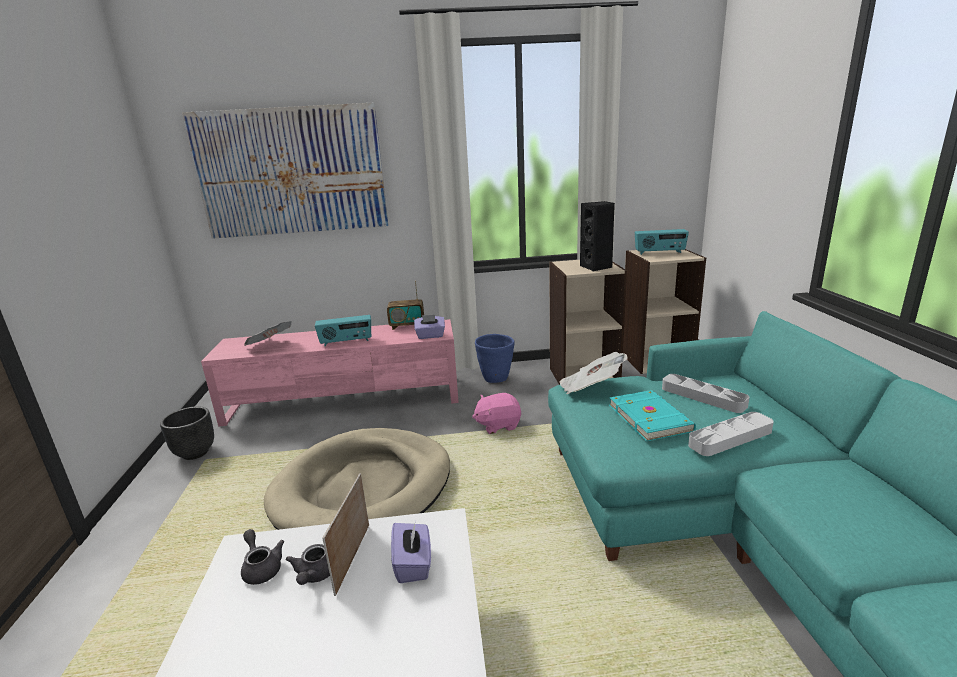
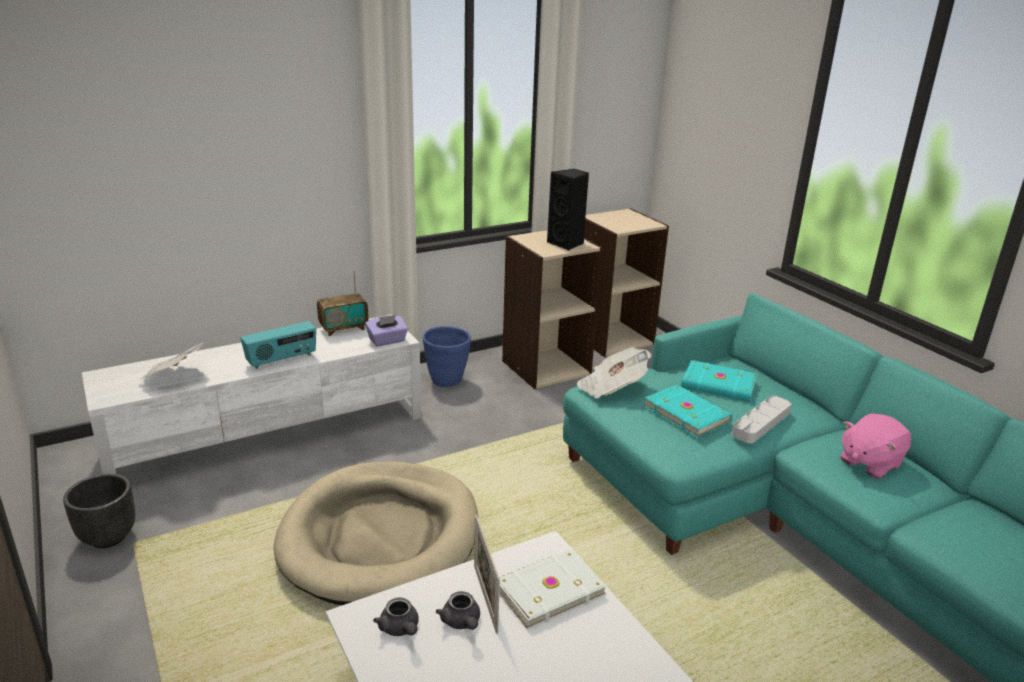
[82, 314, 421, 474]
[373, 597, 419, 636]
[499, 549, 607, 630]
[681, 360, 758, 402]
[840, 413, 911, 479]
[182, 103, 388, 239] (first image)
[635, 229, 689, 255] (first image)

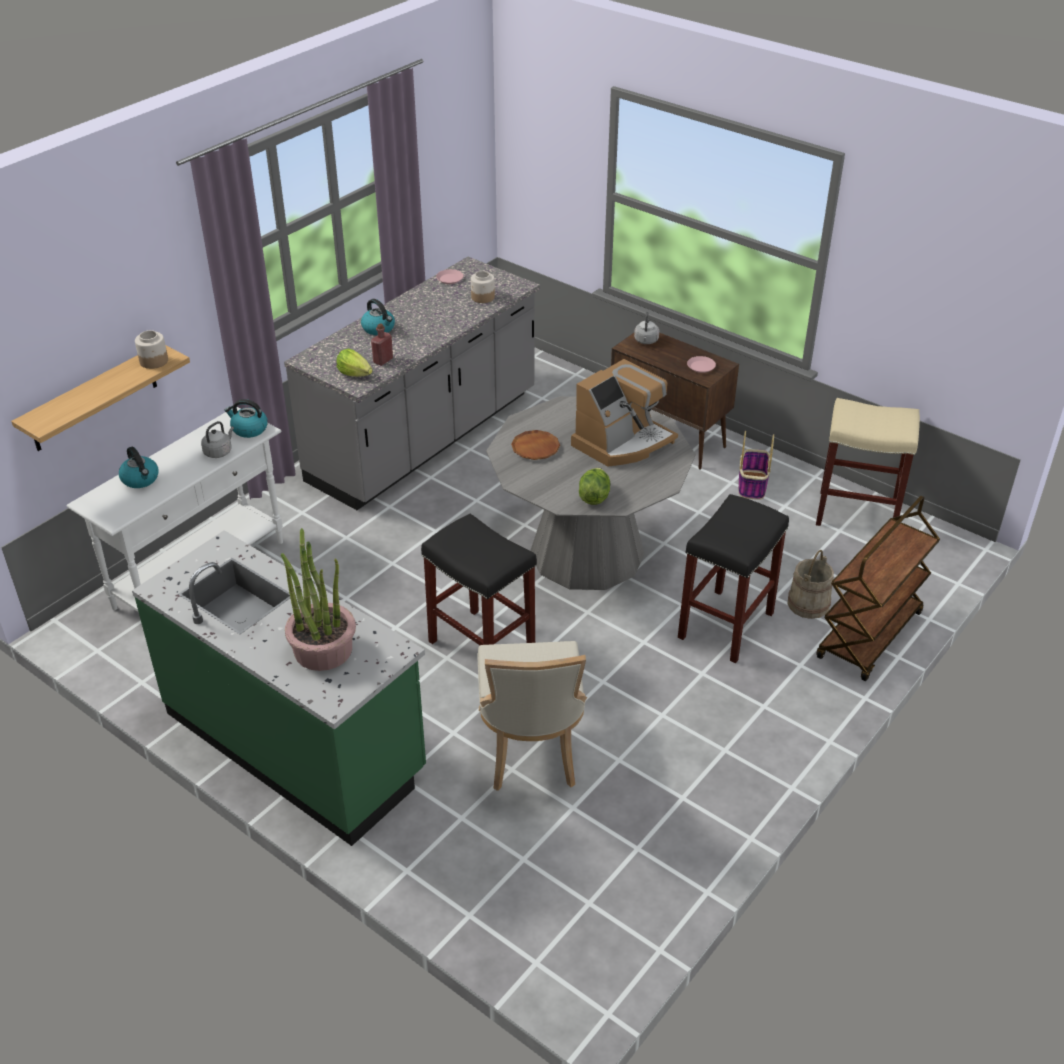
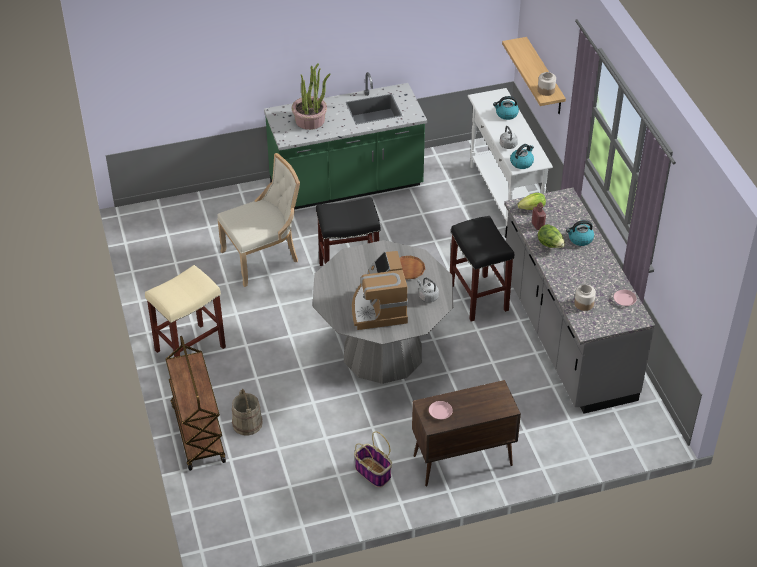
[145, 265, 226, 357]
[217, 153, 300, 287]
[417, 278, 439, 302]
[450, 216, 514, 321]
[537, 224, 565, 248]

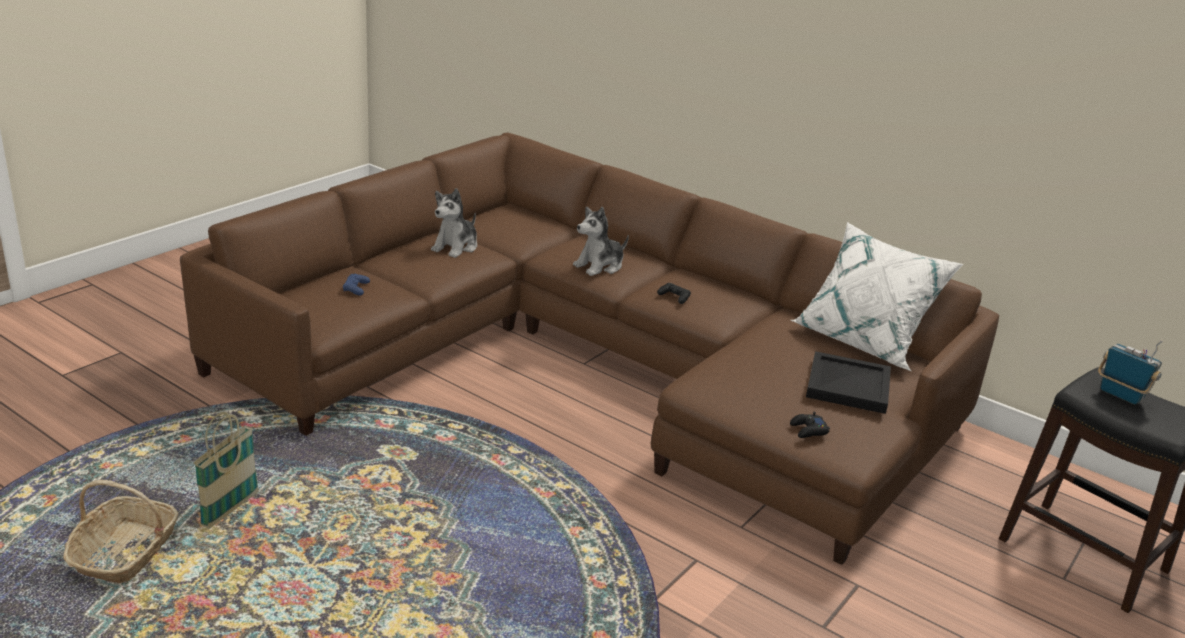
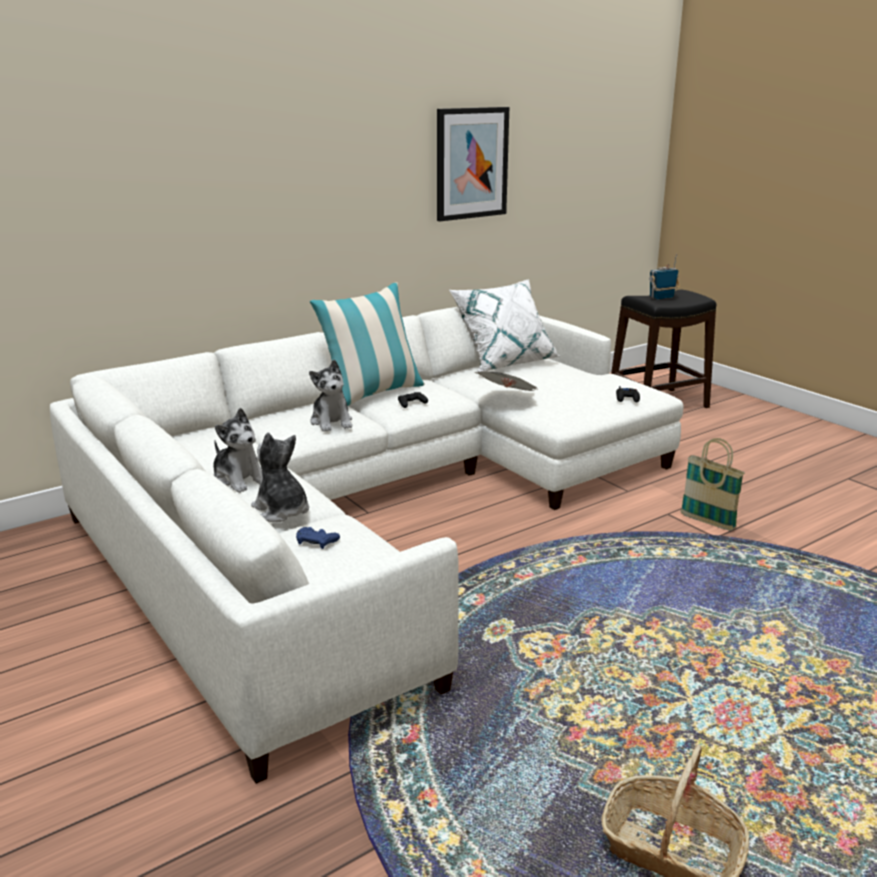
[50, 298, 684, 784]
[251, 433, 309, 522]
[310, 282, 425, 406]
[437, 107, 509, 221]
[474, 372, 537, 391]
[680, 438, 745, 531]
[806, 351, 891, 414] (first image)

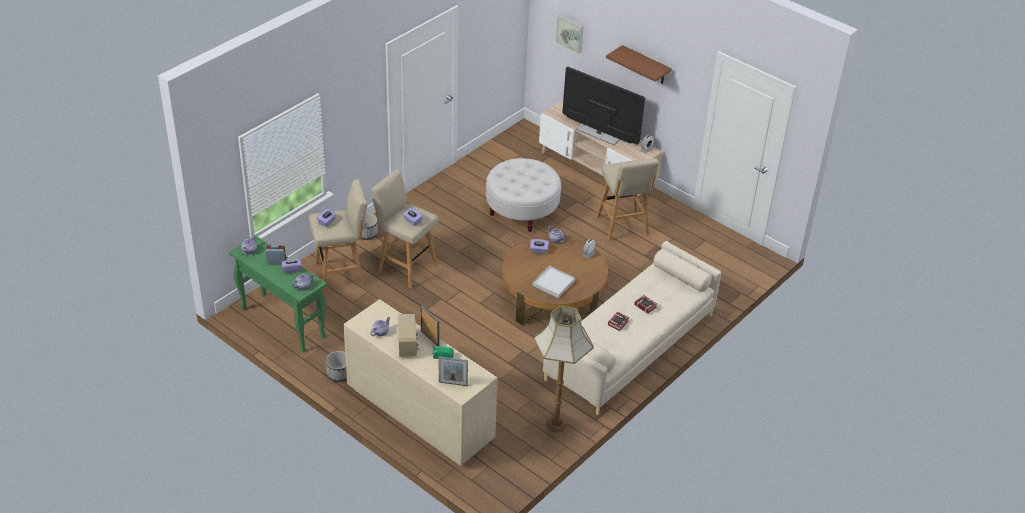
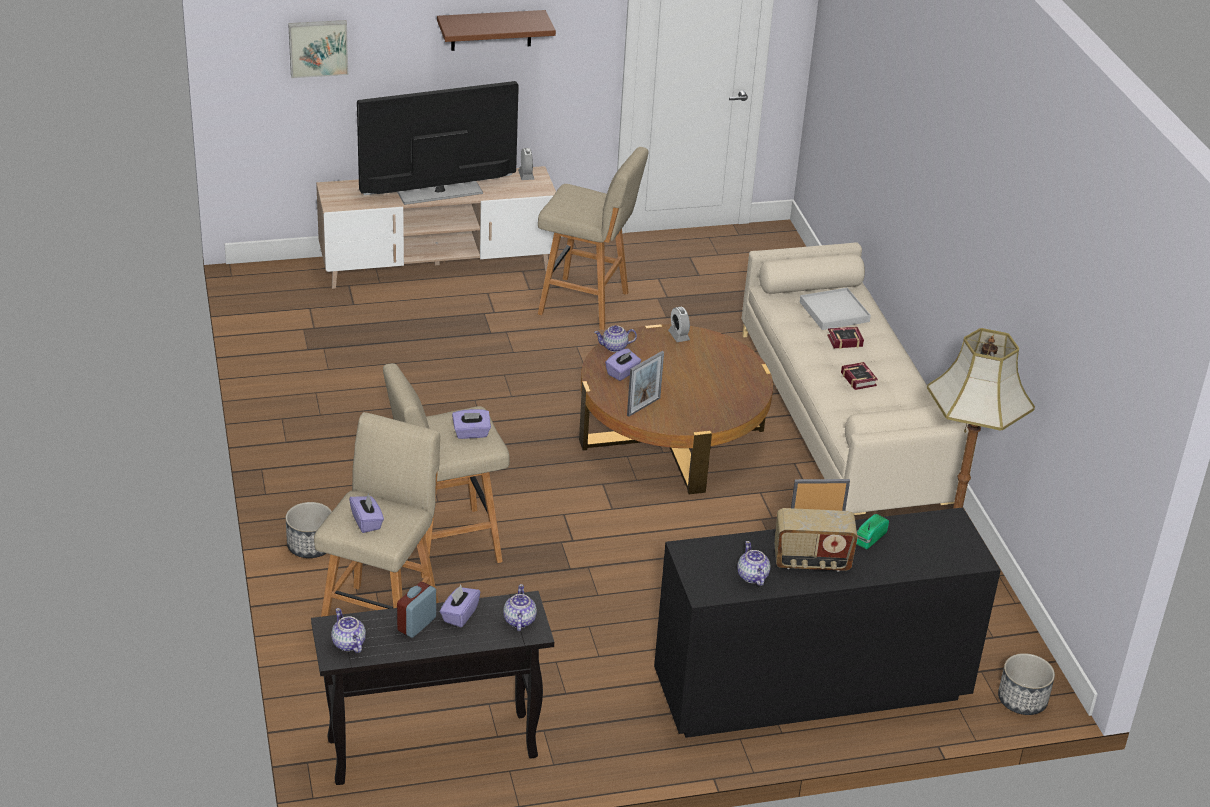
[311, 591, 554, 785]
[627, 351, 664, 417]
[654, 507, 1001, 738]
[774, 508, 858, 572]
[800, 288, 871, 330]
[998, 653, 1055, 715]
[486, 158, 561, 232] (first image)

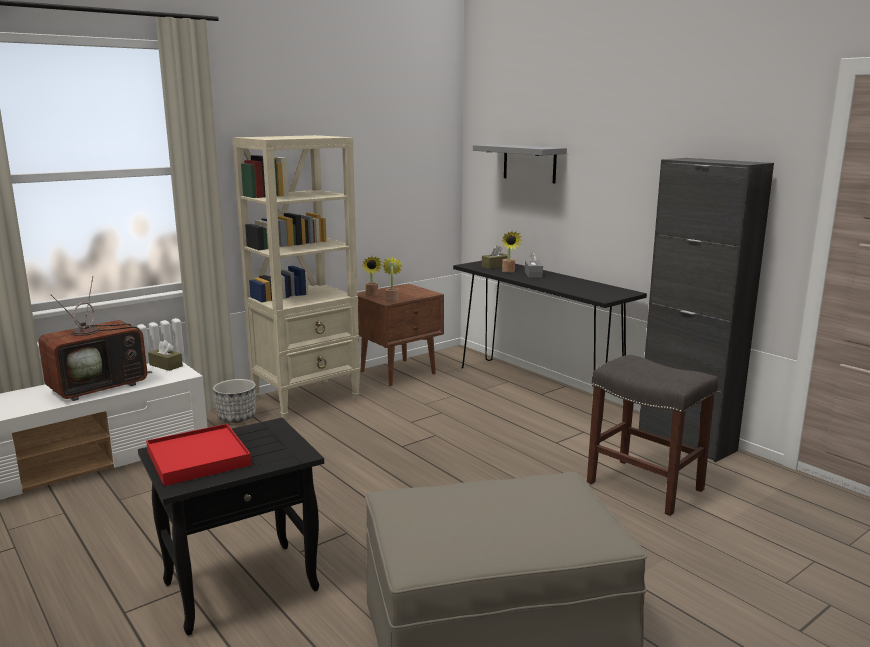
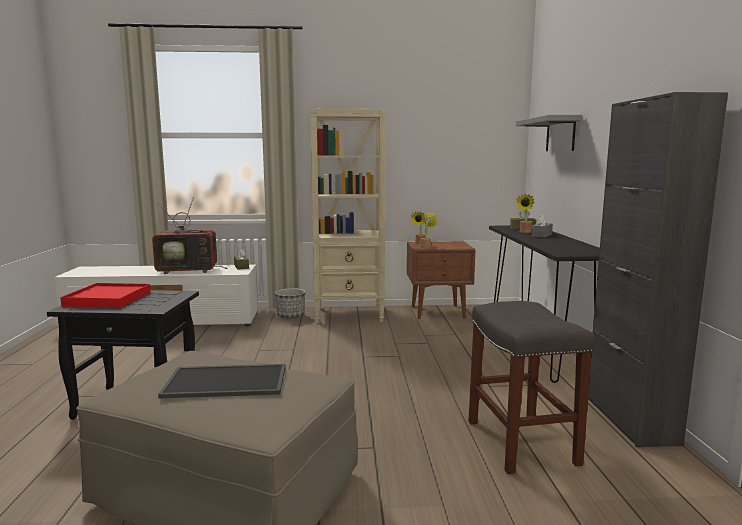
[158, 364, 286, 399]

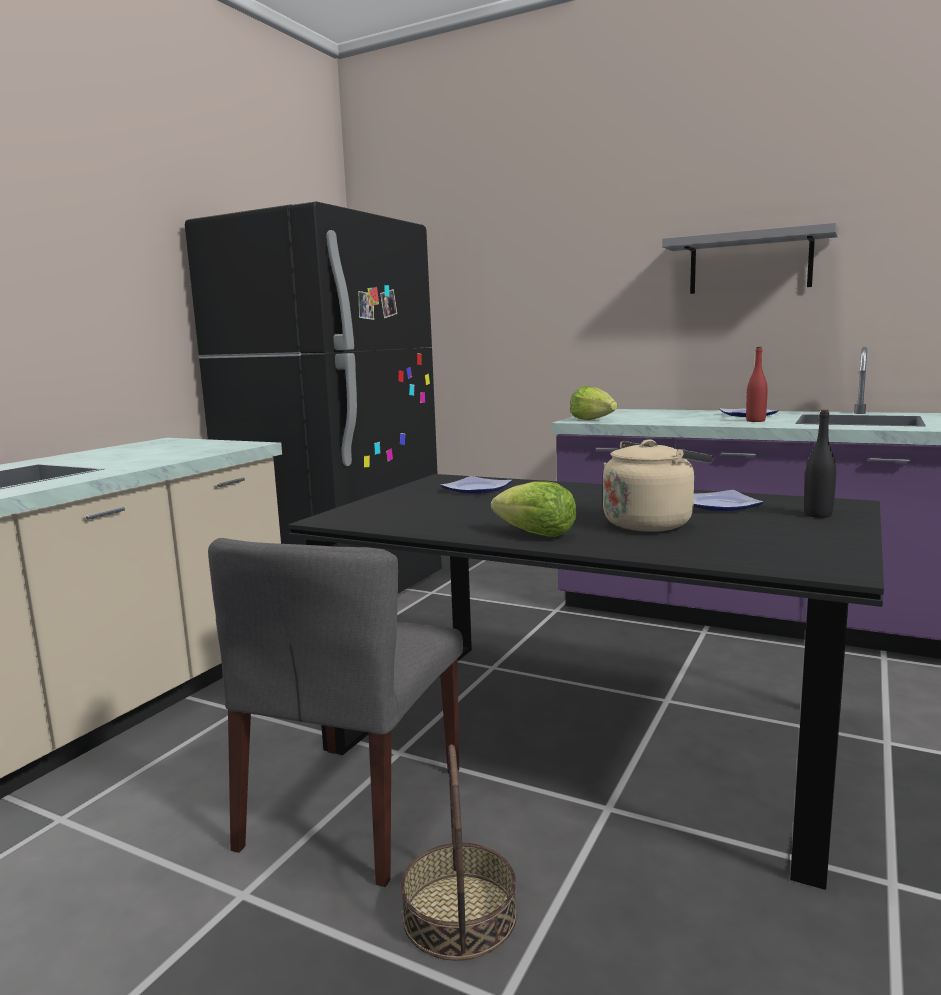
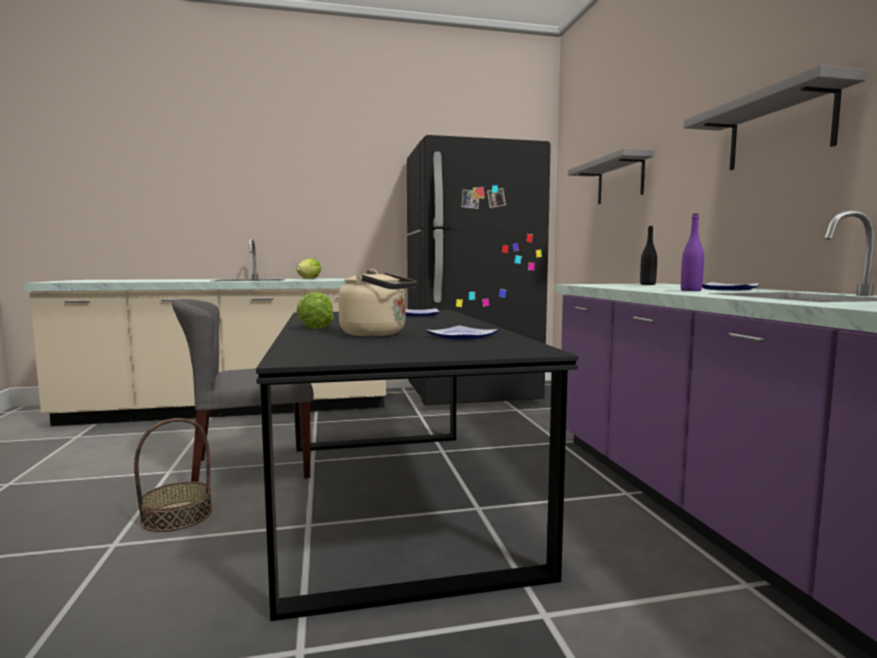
[296, 258, 321, 279]
[568, 148, 654, 204]
[640, 226, 657, 285]
[681, 213, 704, 291]

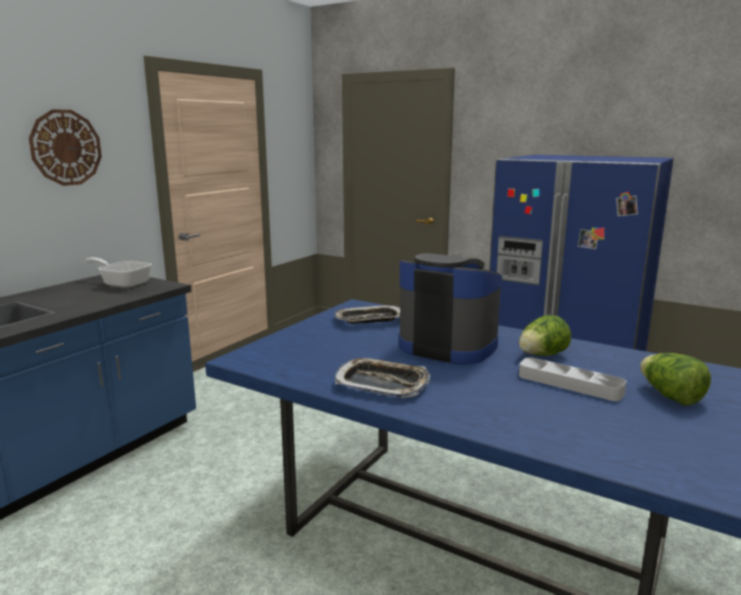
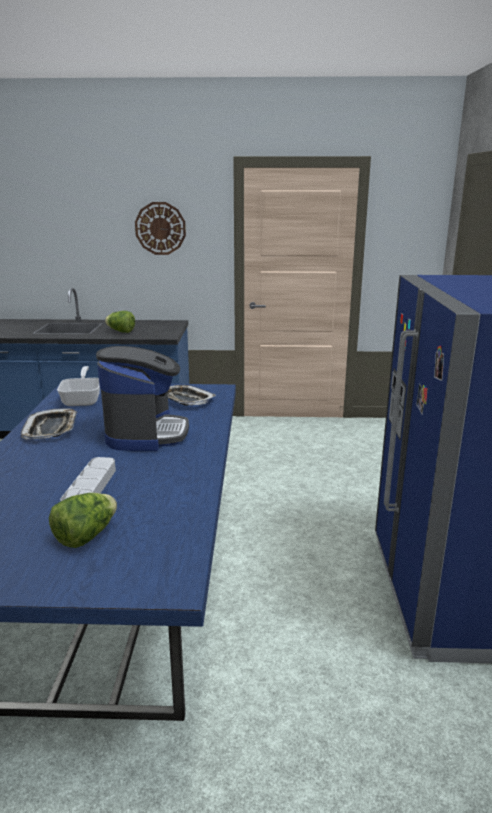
[57, 366, 100, 406]
[105, 311, 135, 333]

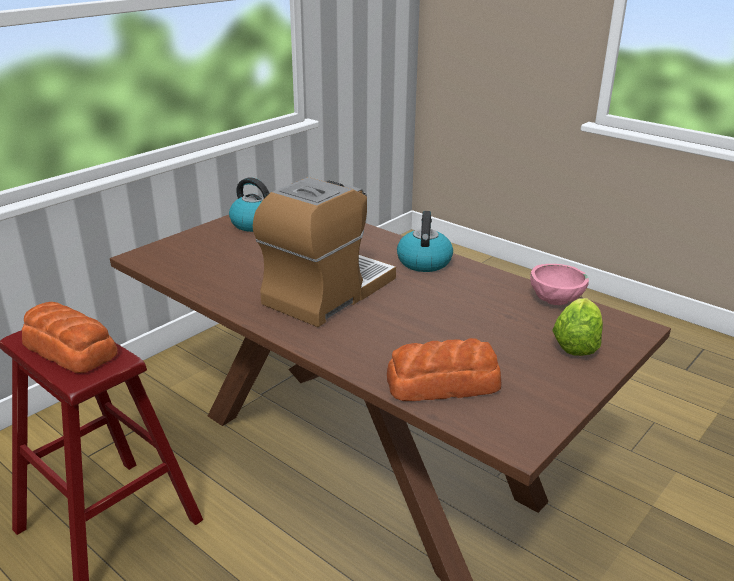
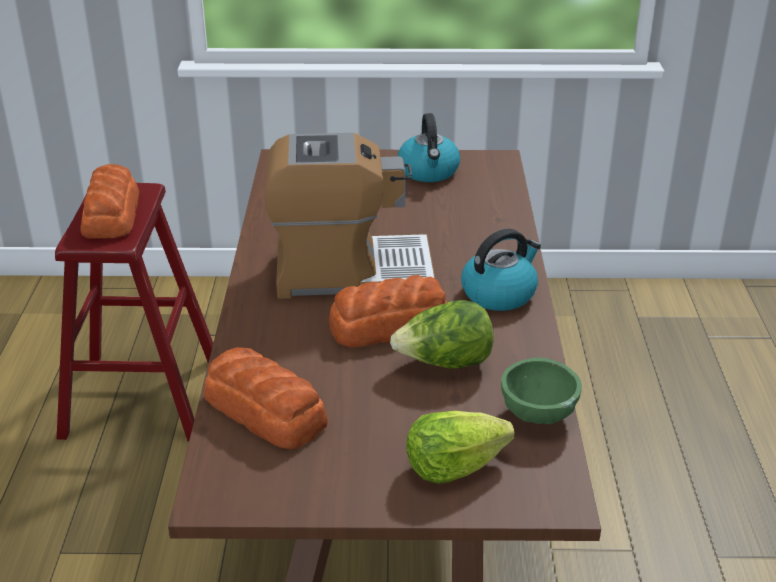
[329, 275, 447, 348]
[390, 300, 494, 369]
[501, 357, 582, 424]

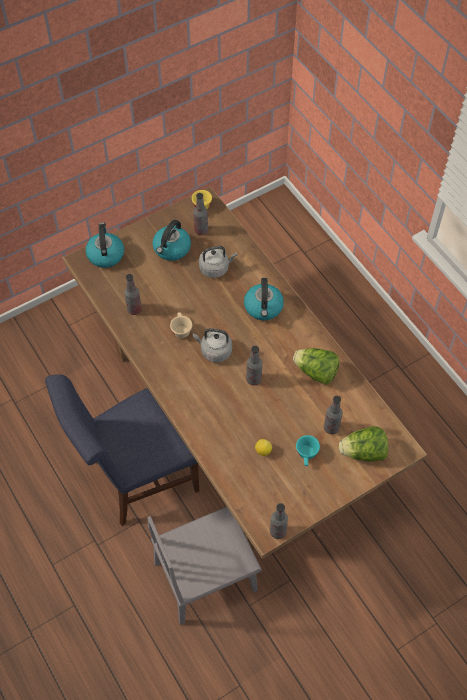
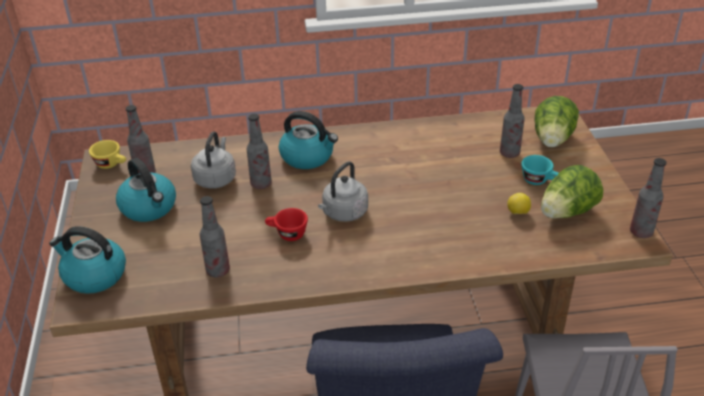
[247, 114, 272, 189]
[265, 208, 308, 241]
[541, 165, 603, 218]

